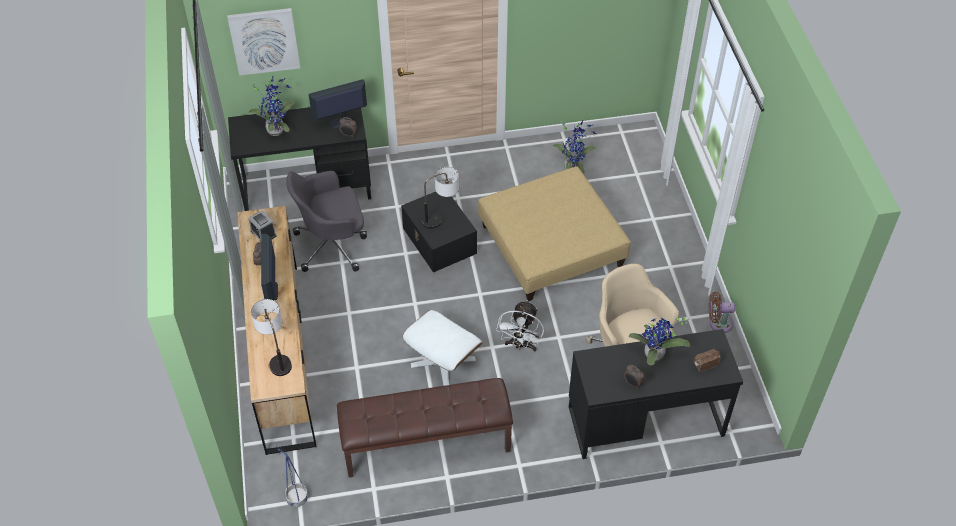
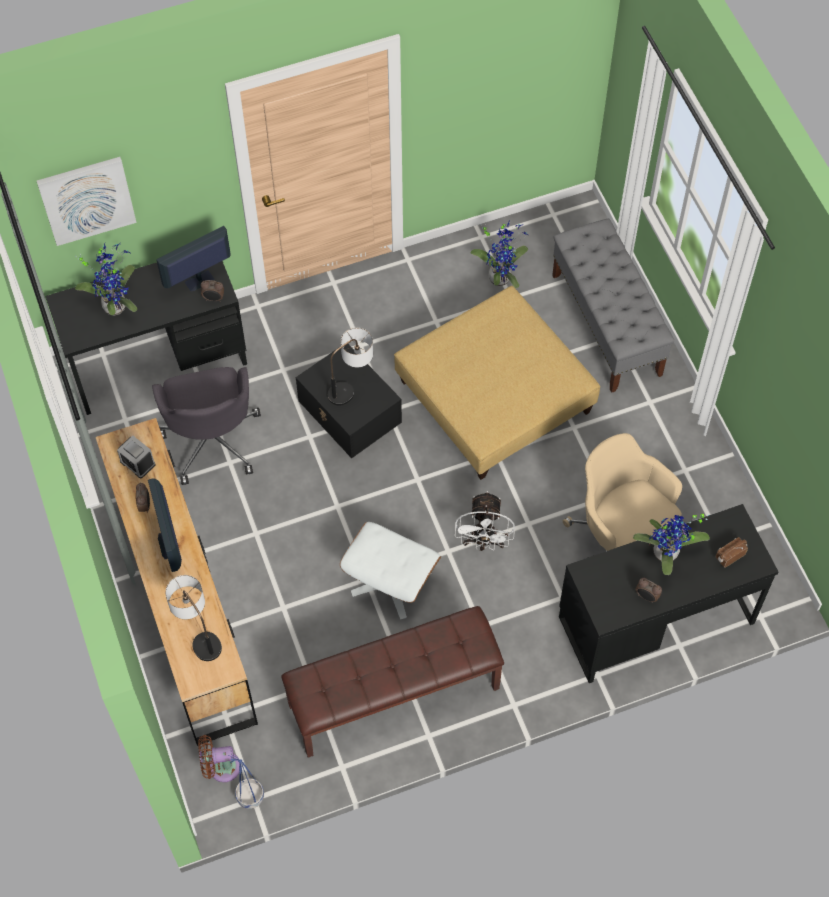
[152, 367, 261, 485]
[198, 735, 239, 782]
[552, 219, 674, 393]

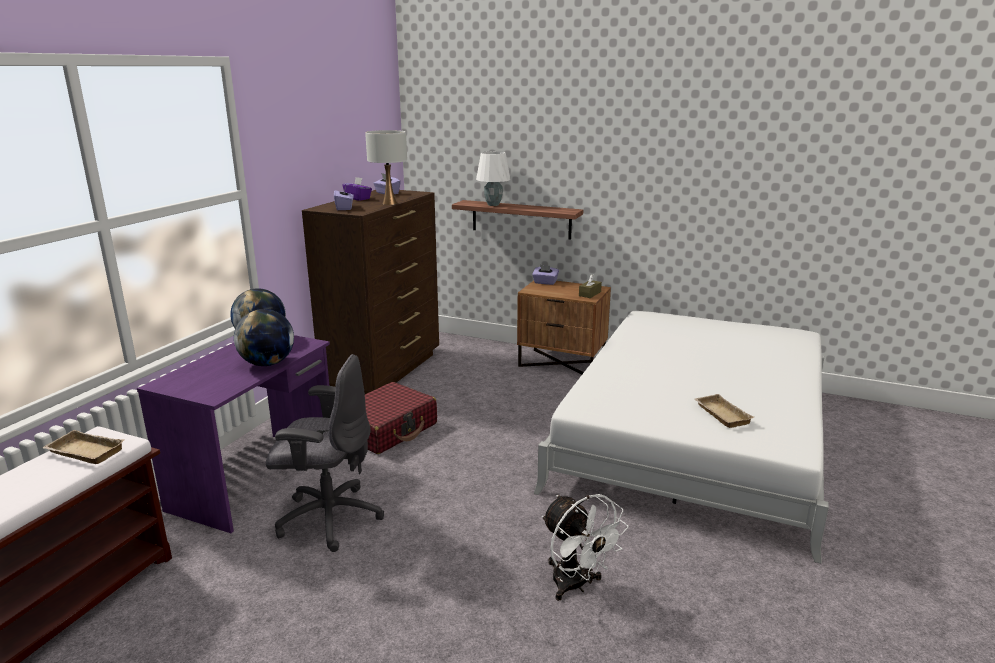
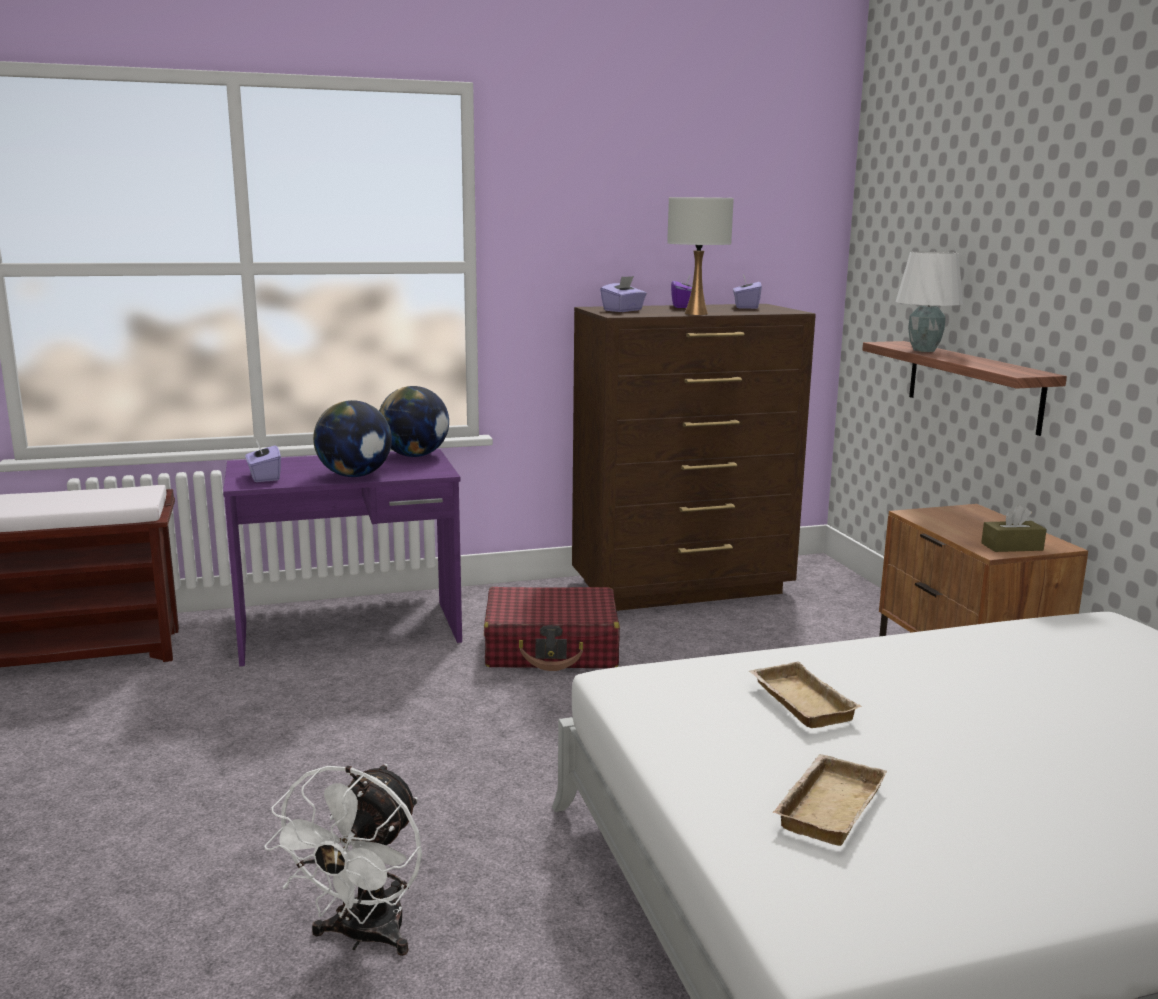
[245, 439, 281, 482]
[749, 662, 862, 728]
[266, 354, 384, 552] (first image)

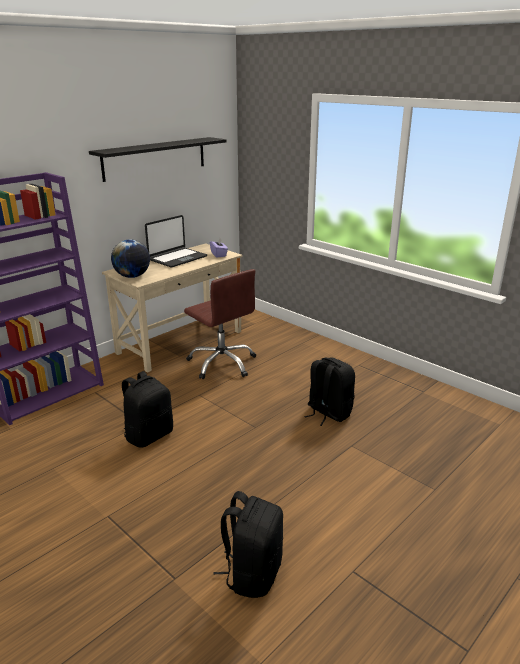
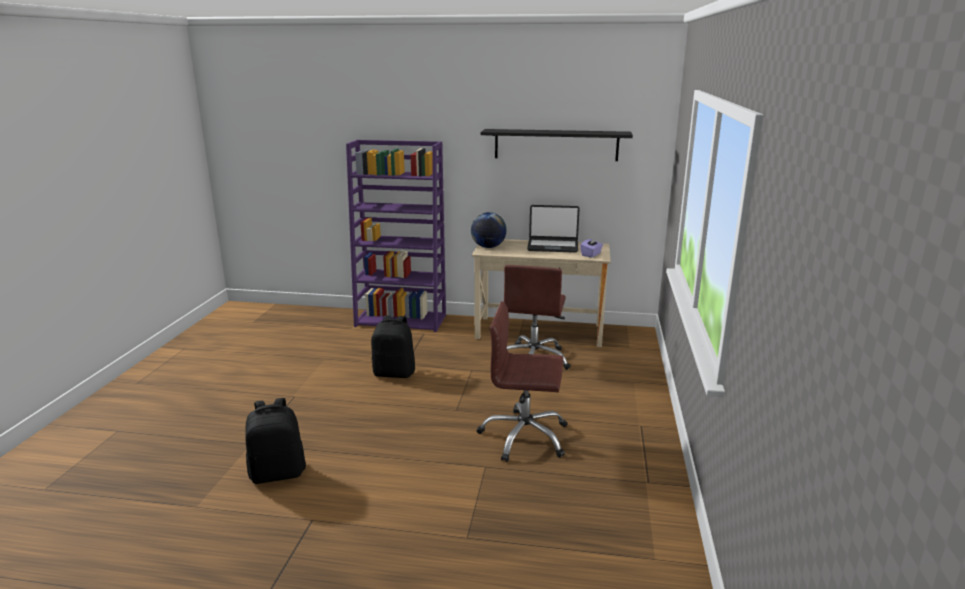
[477, 301, 568, 462]

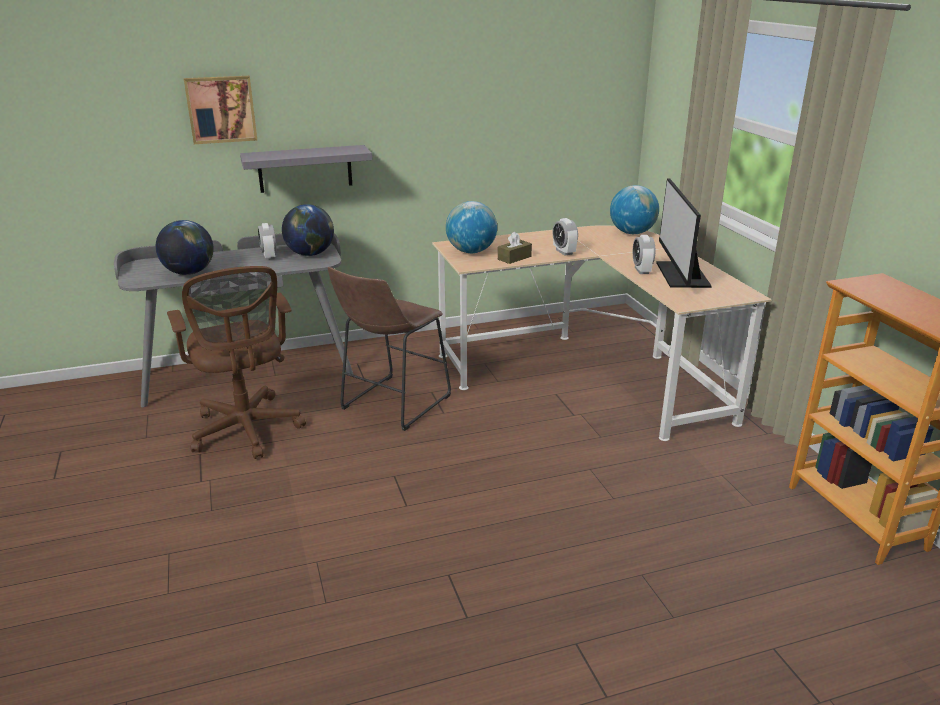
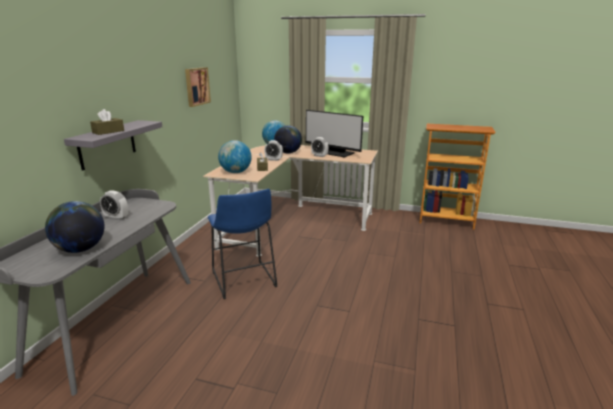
[90, 109, 124, 135]
[185, 67, 211, 107]
[208, 189, 277, 299]
[274, 125, 302, 153]
[167, 266, 306, 459] (first image)

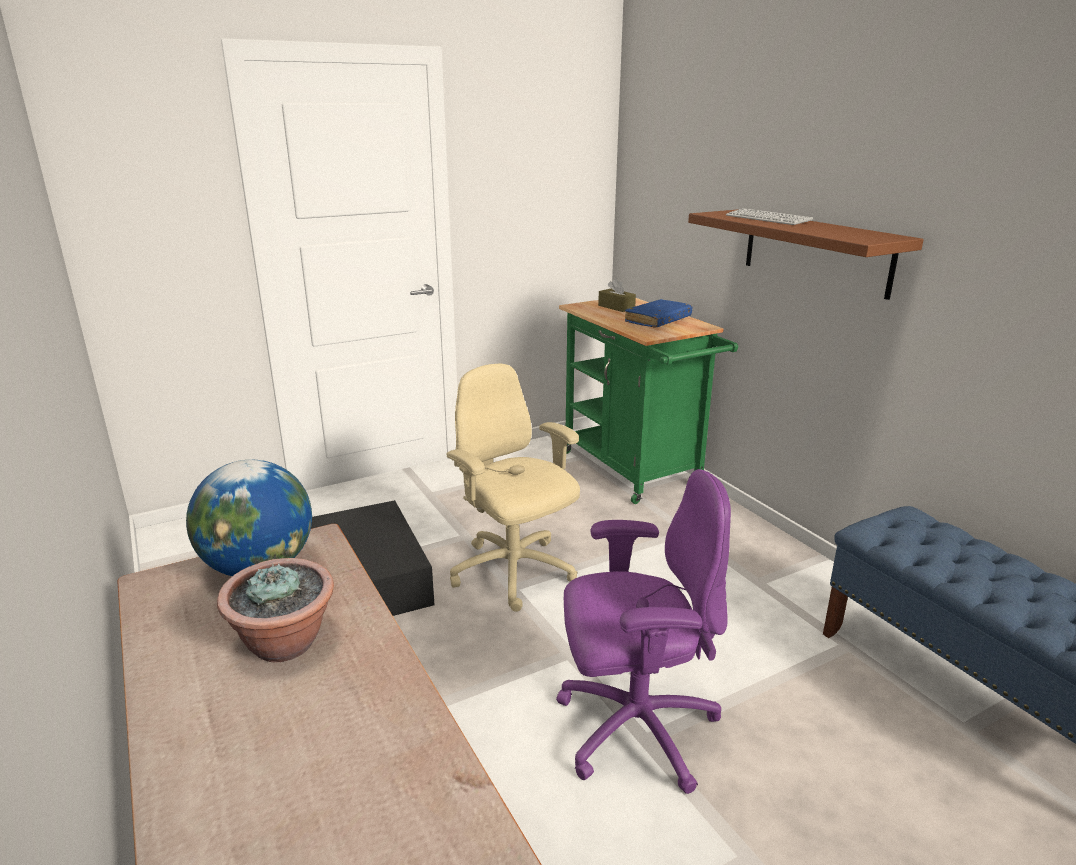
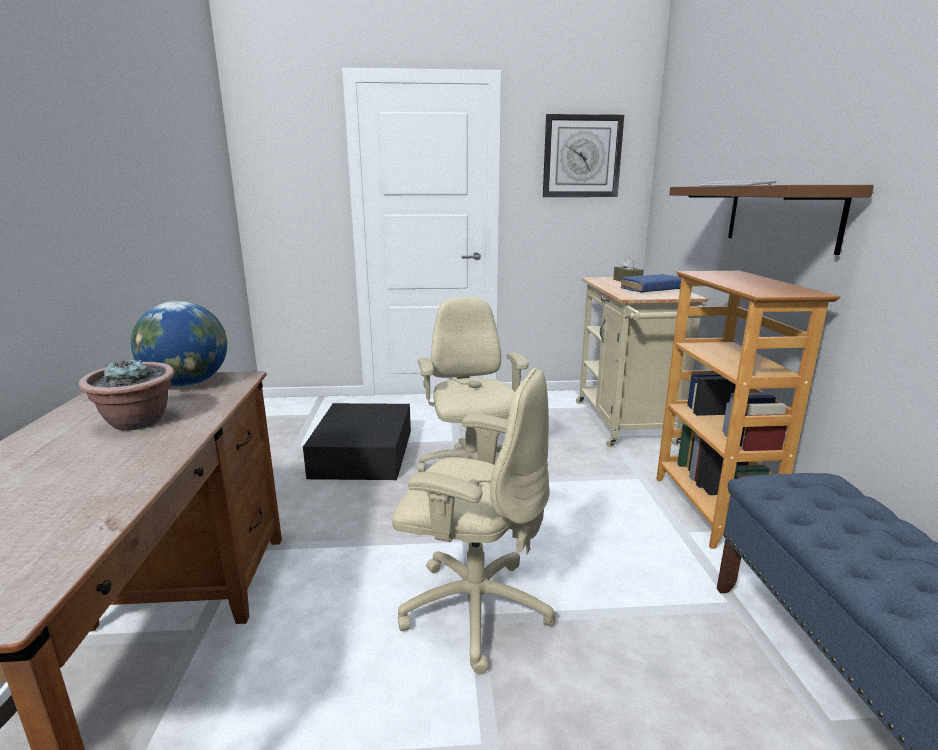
[392, 368, 556, 674]
[543, 114, 624, 197]
[576, 277, 717, 448]
[656, 271, 841, 549]

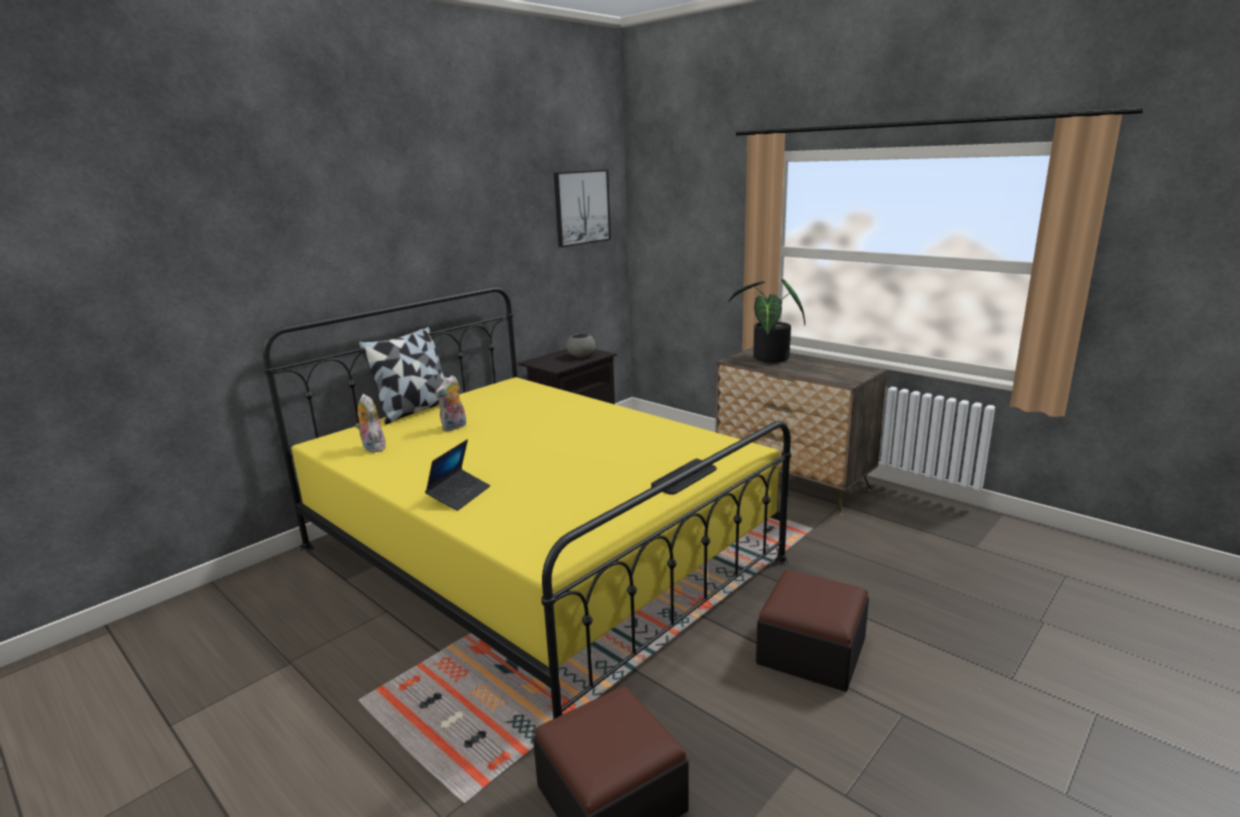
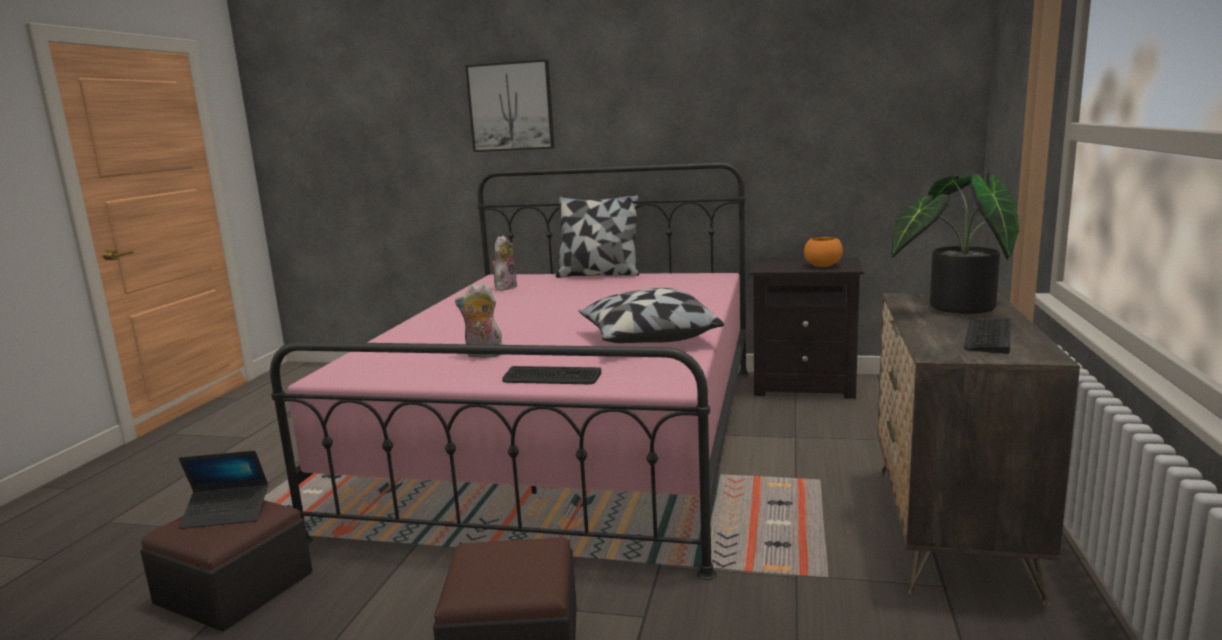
[179, 450, 268, 529]
[270, 162, 749, 580]
[455, 283, 503, 358]
[465, 59, 554, 152]
[579, 288, 724, 343]
[804, 237, 843, 267]
[964, 318, 1011, 354]

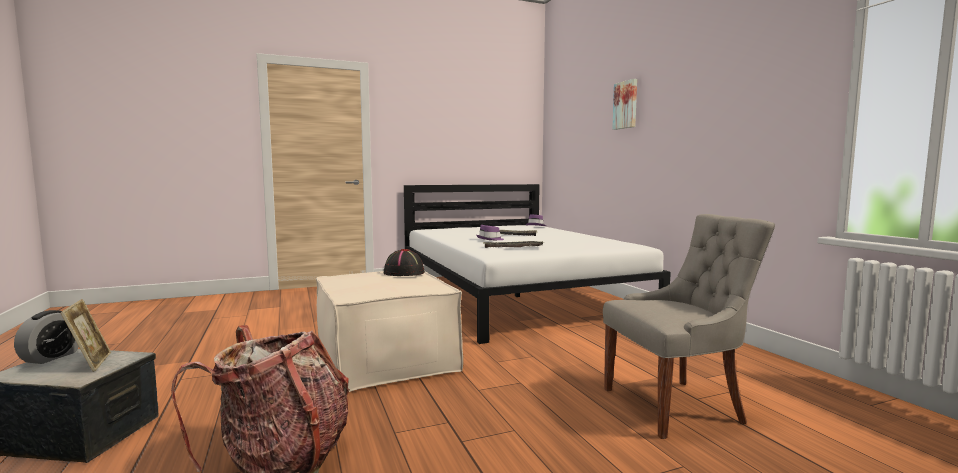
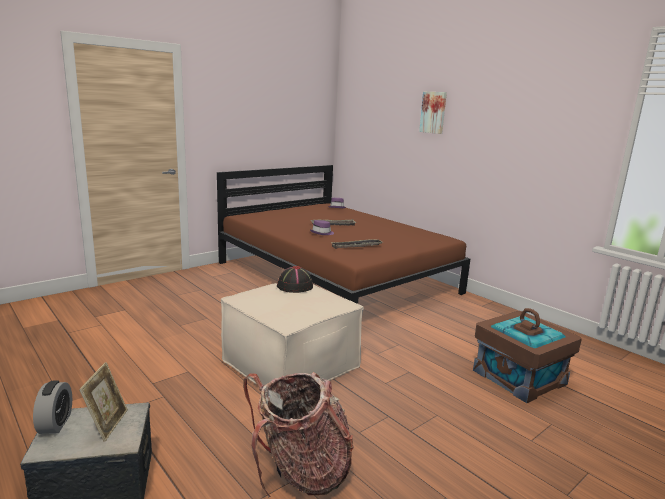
[79, 362, 128, 442]
[217, 165, 470, 304]
[473, 308, 582, 403]

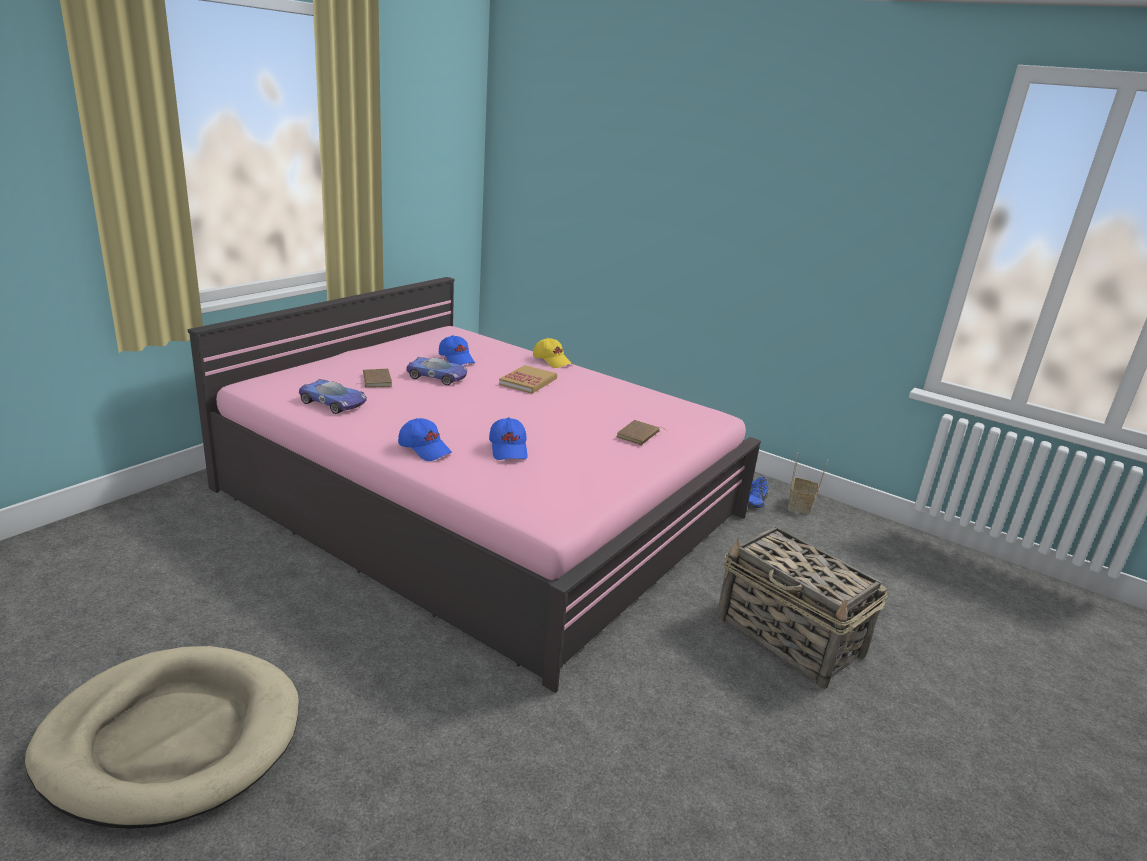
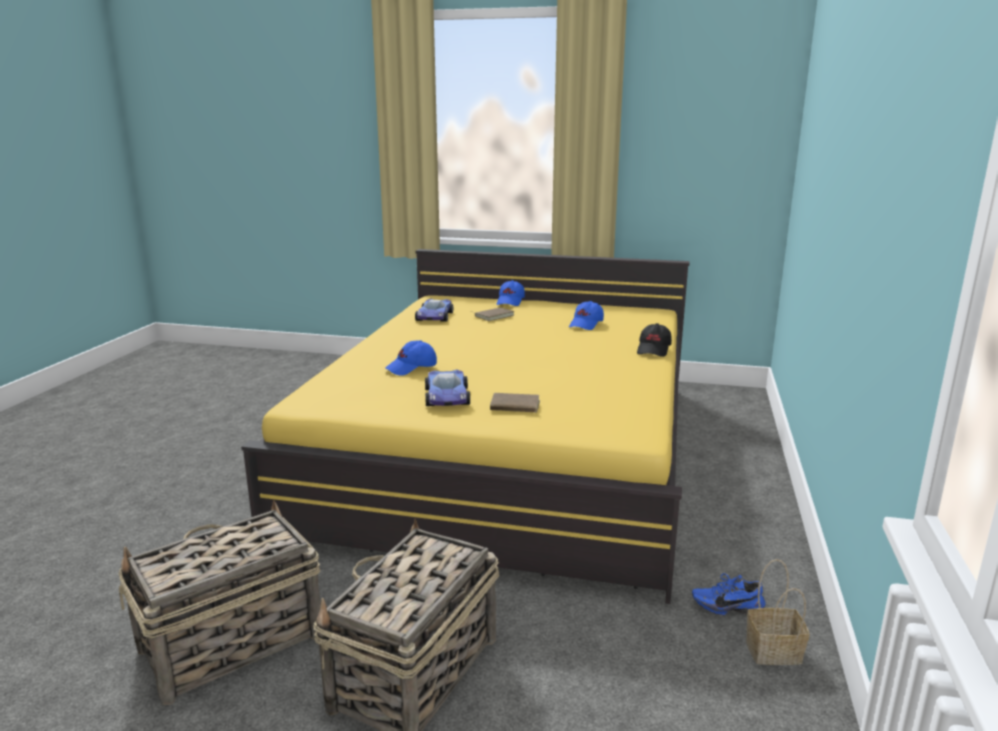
[118, 500, 321, 705]
[241, 249, 689, 604]
[425, 369, 470, 406]
[497, 280, 525, 306]
[637, 323, 672, 357]
[25, 646, 299, 829] (first image)
[499, 365, 557, 394] (first image)

